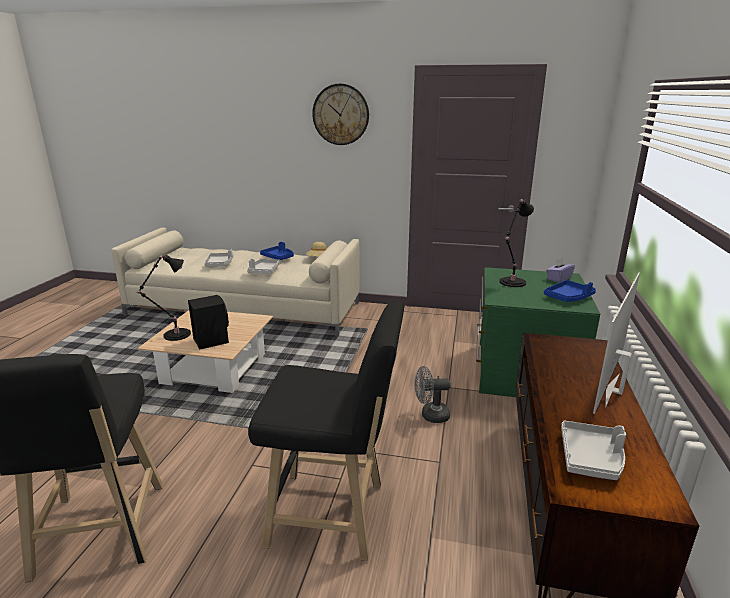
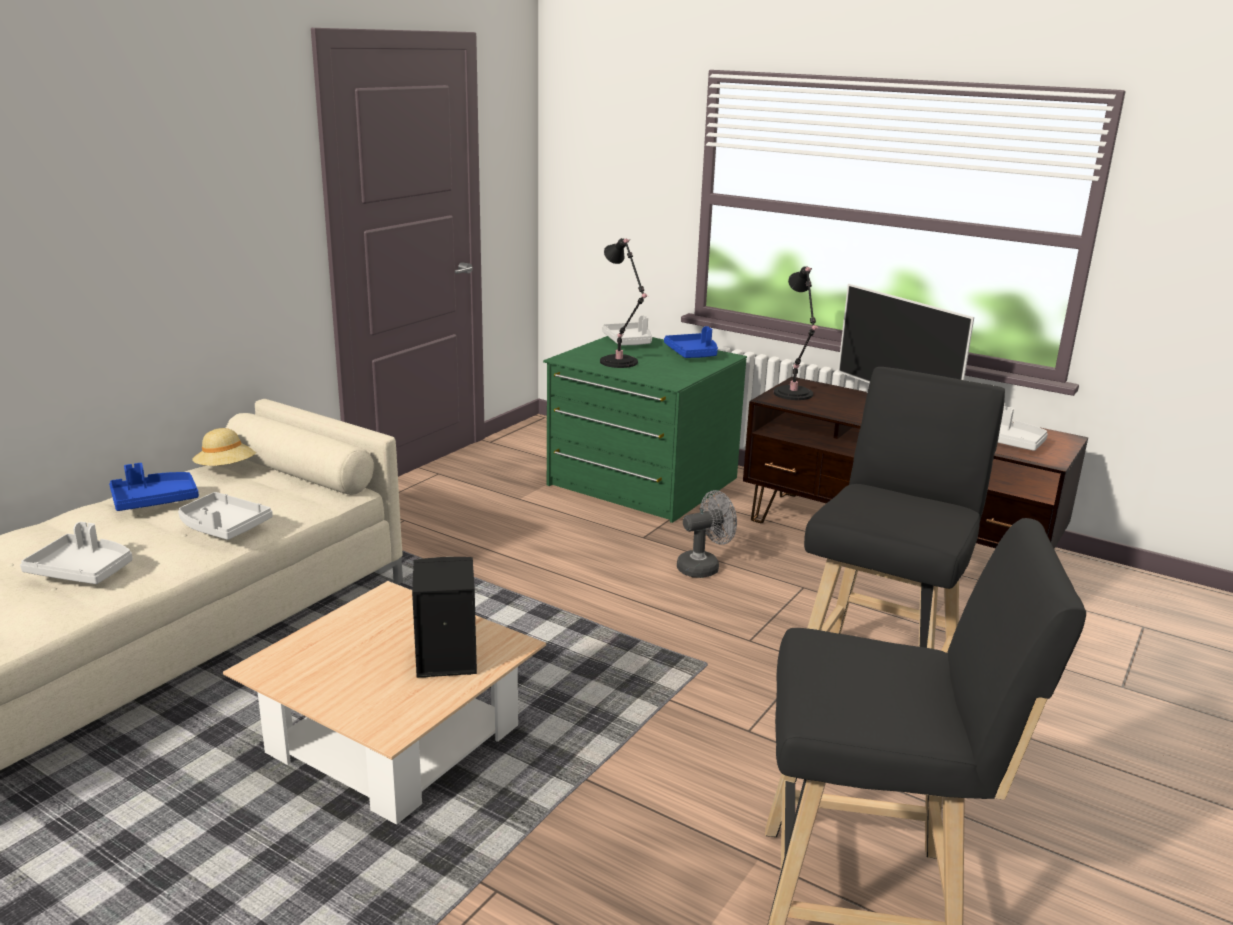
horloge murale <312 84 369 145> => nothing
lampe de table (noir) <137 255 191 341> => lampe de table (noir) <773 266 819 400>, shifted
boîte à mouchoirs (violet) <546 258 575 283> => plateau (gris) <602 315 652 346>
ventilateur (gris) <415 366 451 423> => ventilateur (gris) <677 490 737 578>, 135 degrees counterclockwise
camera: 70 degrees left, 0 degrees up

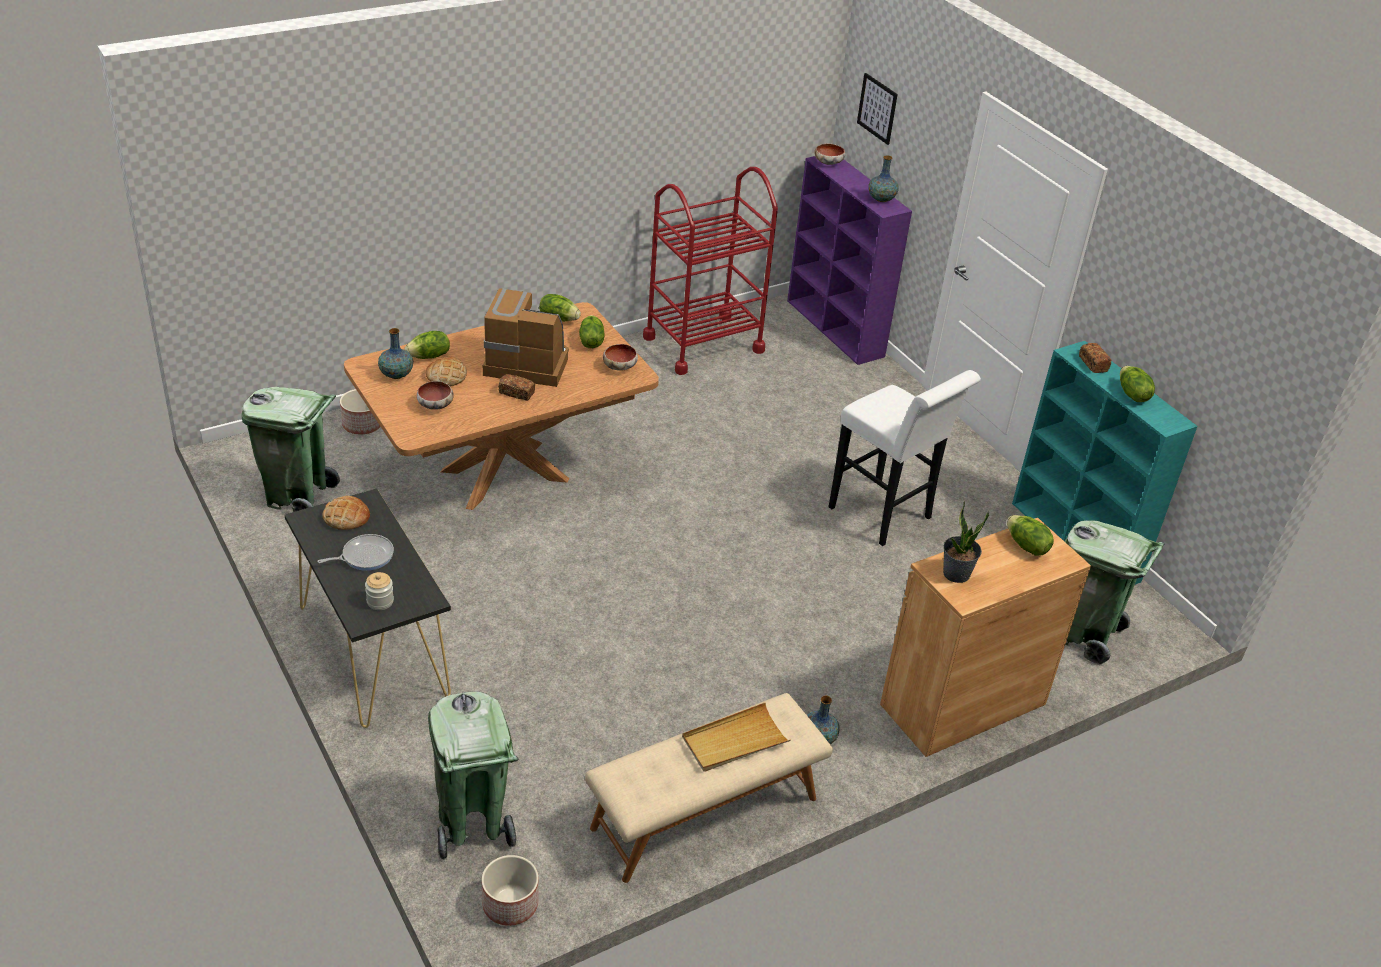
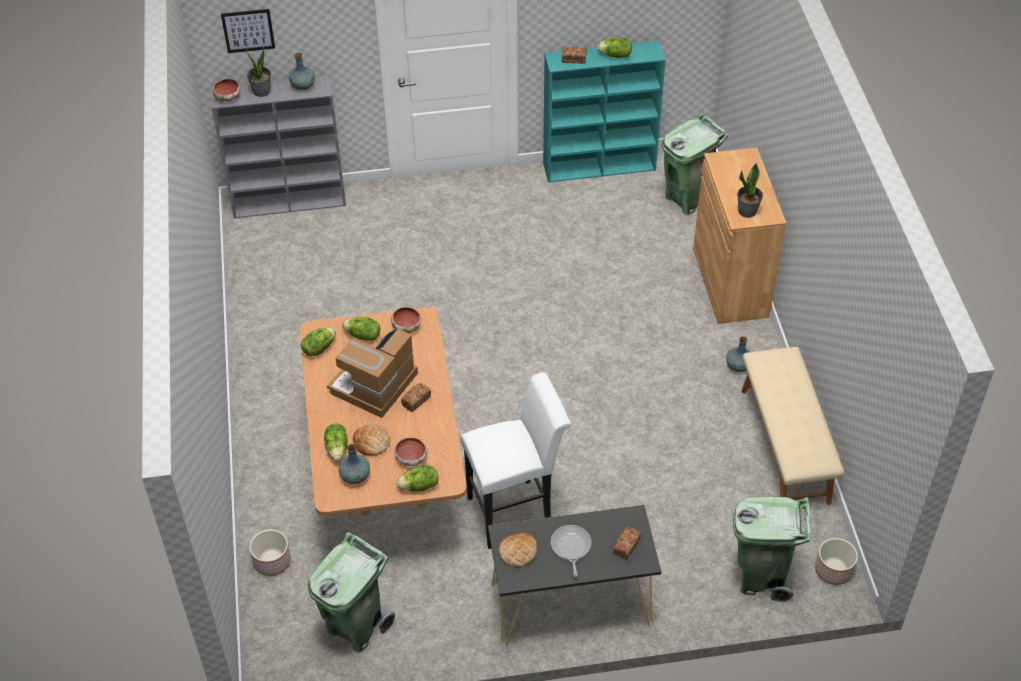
chariot (rouge) <643 167 778 375> => nothing
plateau (beige) <682 703 791 772> => nothing
nothing => plante en pot <246 45 271 97>
tabouret (blanc) <829 370 981 546> => tabouret (blanc) <461 372 571 549>, shifted
laitue <1007 515 1054 556> => laitue <396 465 439 491>, shifted
bocal <365 572 394 610> => pain <613 527 641 560>
bibliothèque (violet) <787 156 912 365> => bibliothèque (gris) <211 76 346 218>
camera: 65 degrees left, 10 degrees up

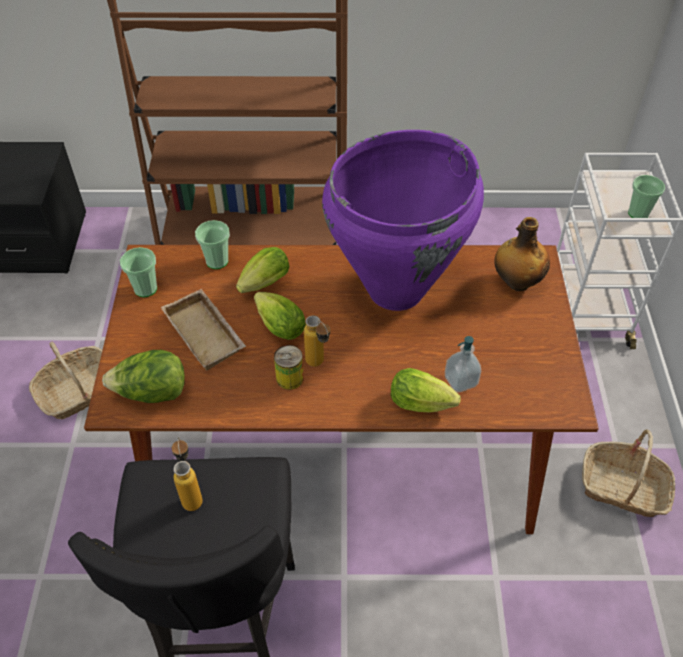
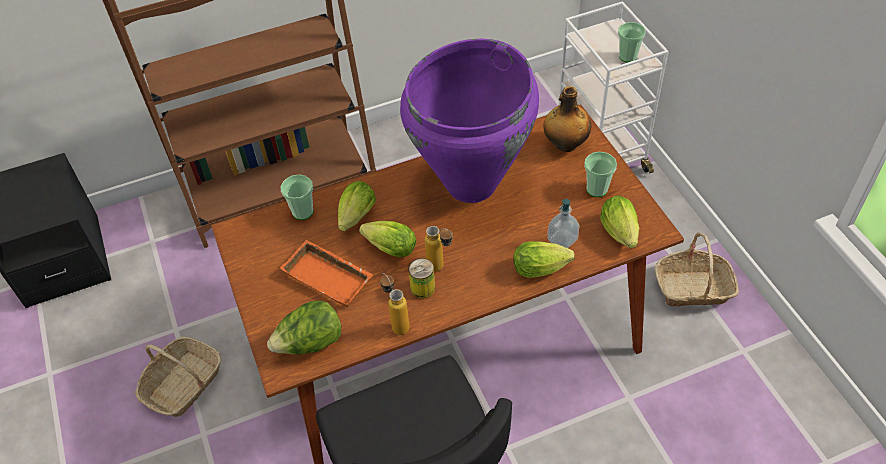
nothing => laitue <600 196 639 248>
tasse <120 247 157 297> => tasse <584 152 617 197>, shifted
bouteille <172 437 203 511> => bouteille <380 273 410 335>, shifted
plateau (beige) <161 289 246 370> => plateau (orange) <280 240 373 307>
camera: 20 degrees left, 0 degrees up

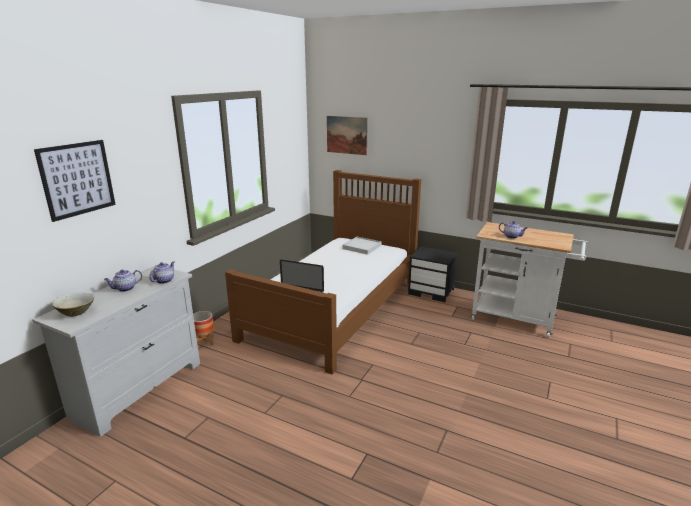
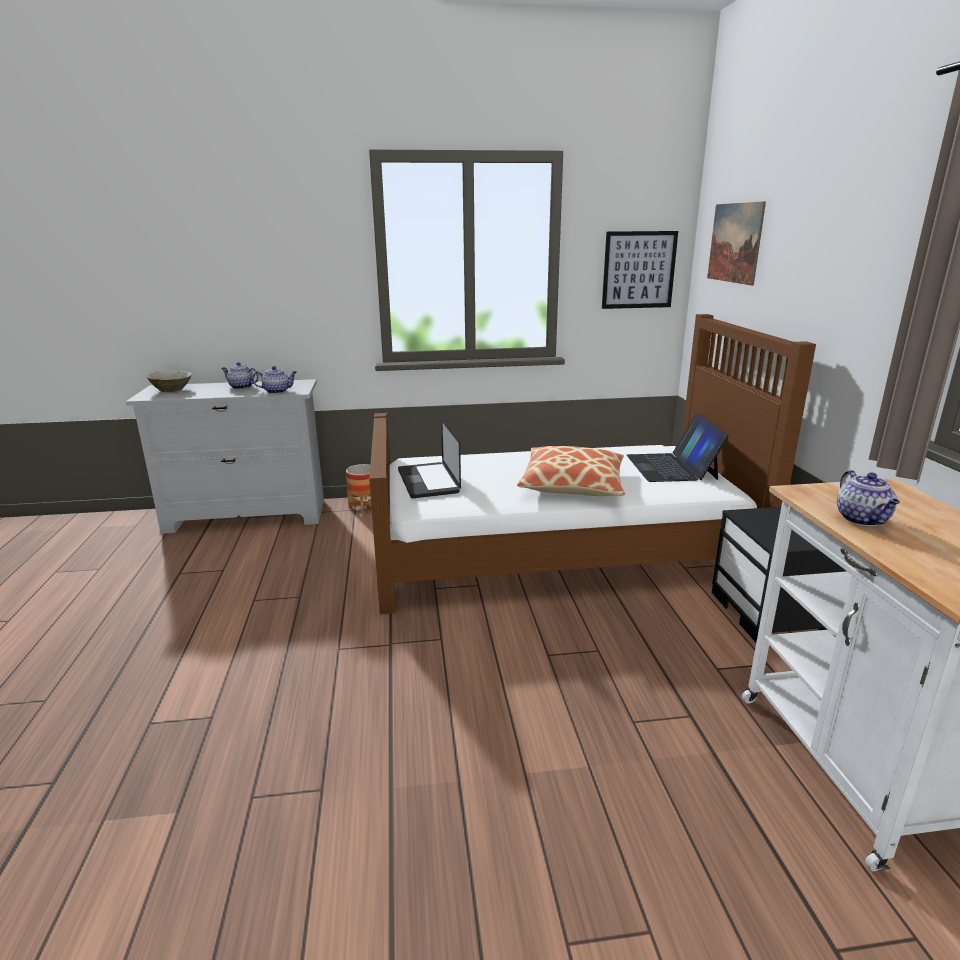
nothing => coussin <517 446 625 496>
tableau <34 140 116 222> => tableau <602 231 678 309>, shifted
plateau (blanc) <342 237 381 255> => ordinateur portable <627 413 729 482>
camera: 55 degrees right, 0 degrees up

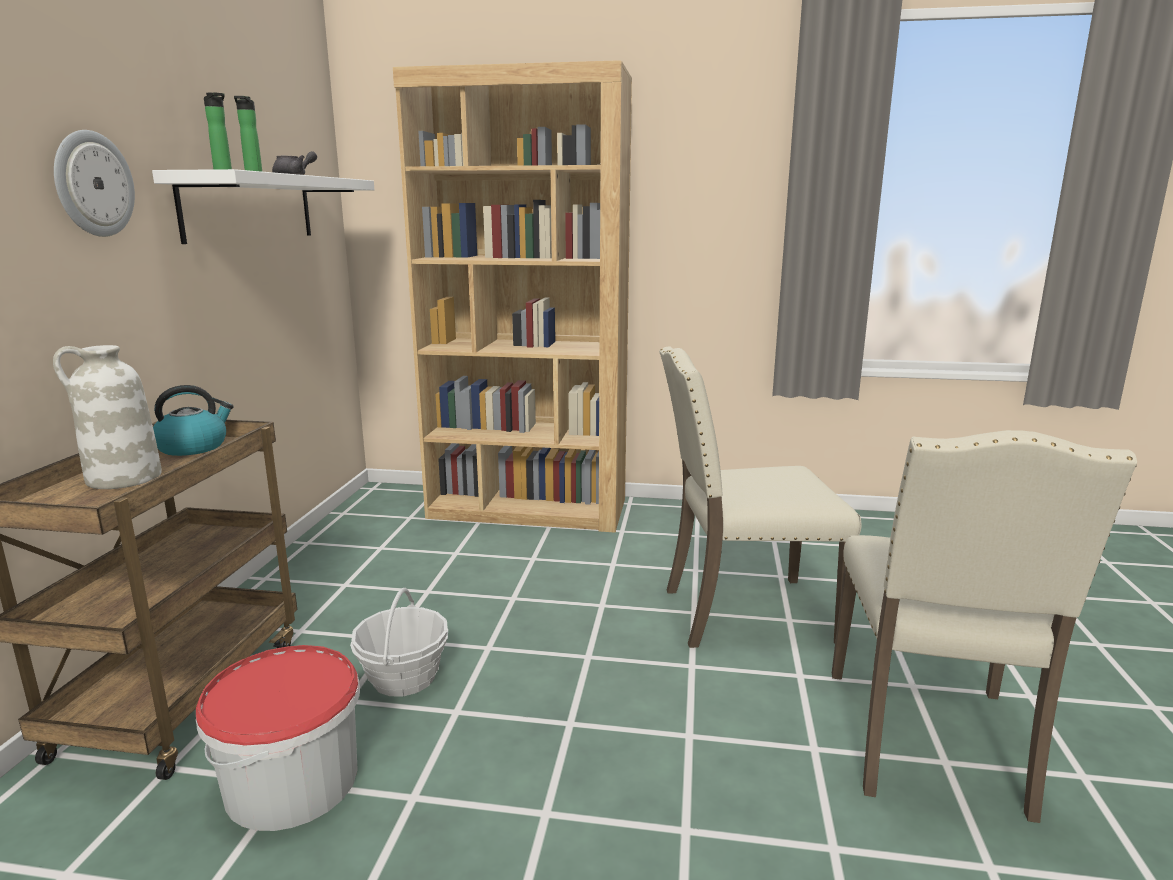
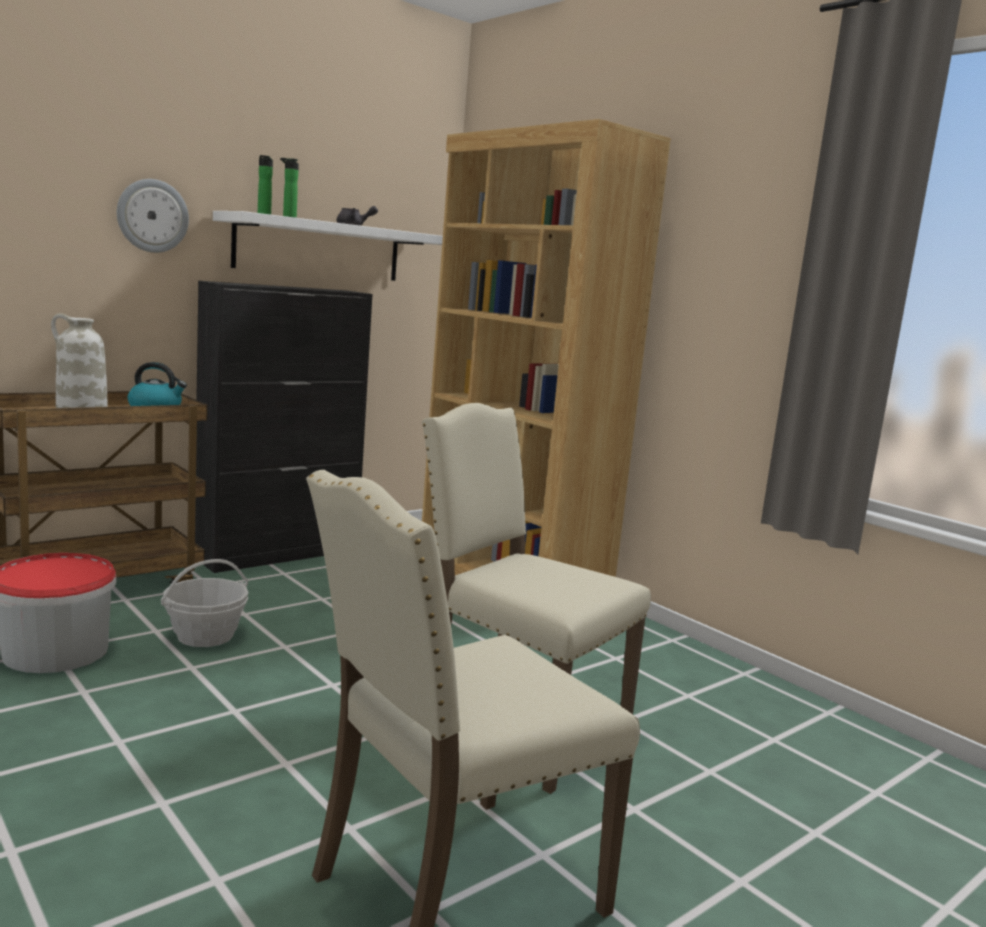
nothing => meuble de rangement (noir) <195 281 373 573>
camera: 40 degrees right, 5 degrees down

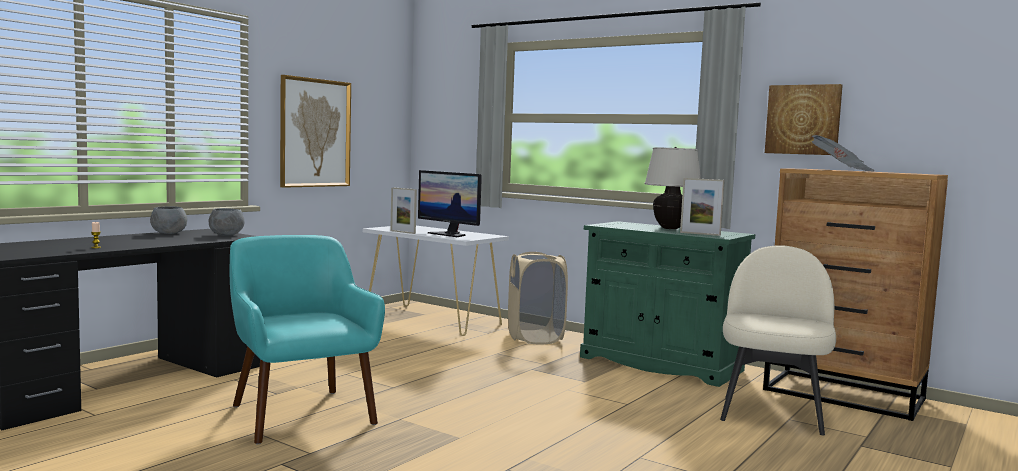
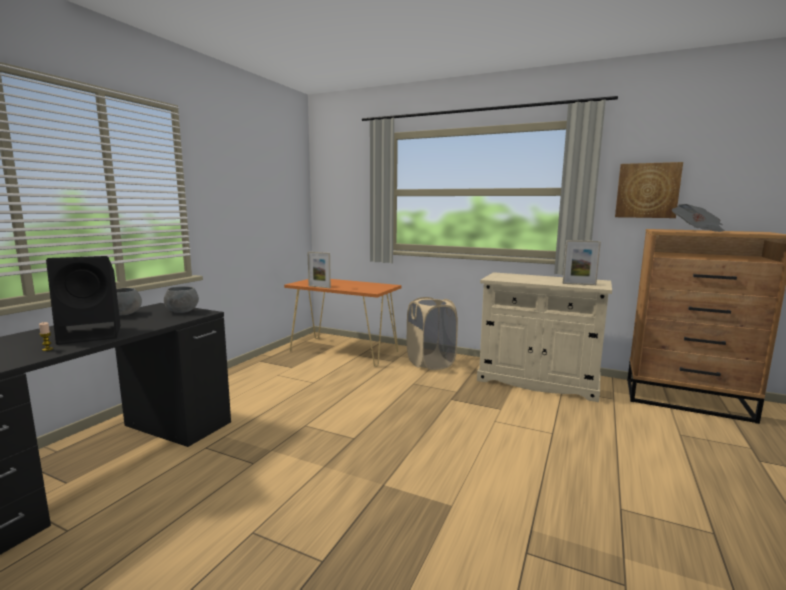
fauteuil (turquoise) <230 235 385 444> => nothing
tableau <280 75 351 188> => nothing
écran d'ordinateur <418 170 482 237> => nothing
lampe de table (beige) <644 147 701 229> => nothing
chaise (beige) <720 245 836 435> => nothing
nothing => enceinte (noir) <46 256 121 345>
table console (blanc) <363 226 509 336> => table console (orange) <284 279 401 367>
meuble de rangement (vert) <580 221 755 387> => meuble de rangement (beige) <477 272 612 402>
camera: 10 degrees left, 5 degrees up

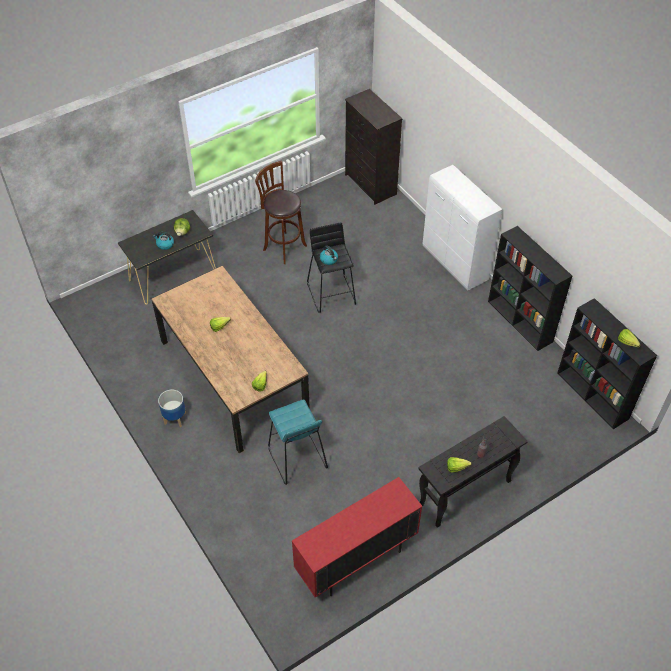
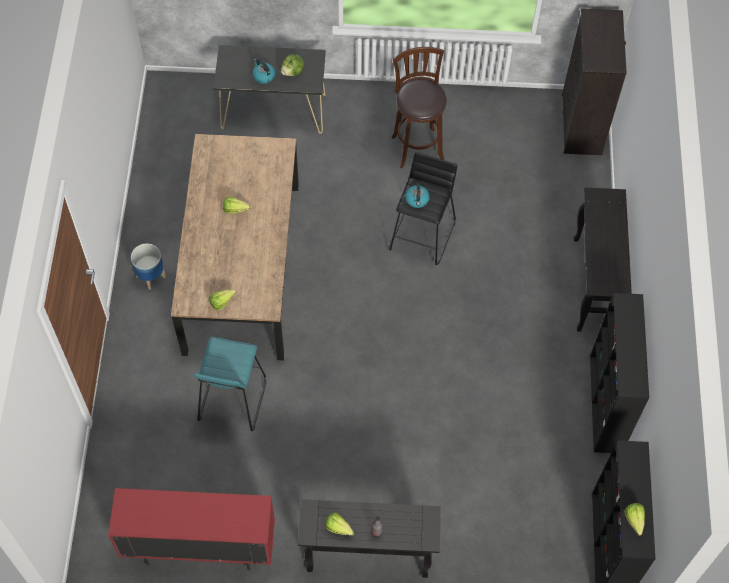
meuble de rangement (blanc) <423 165 502 291> => table console (noir) <574 188 632 332>
camera: 35 degrees right, 10 degrees up

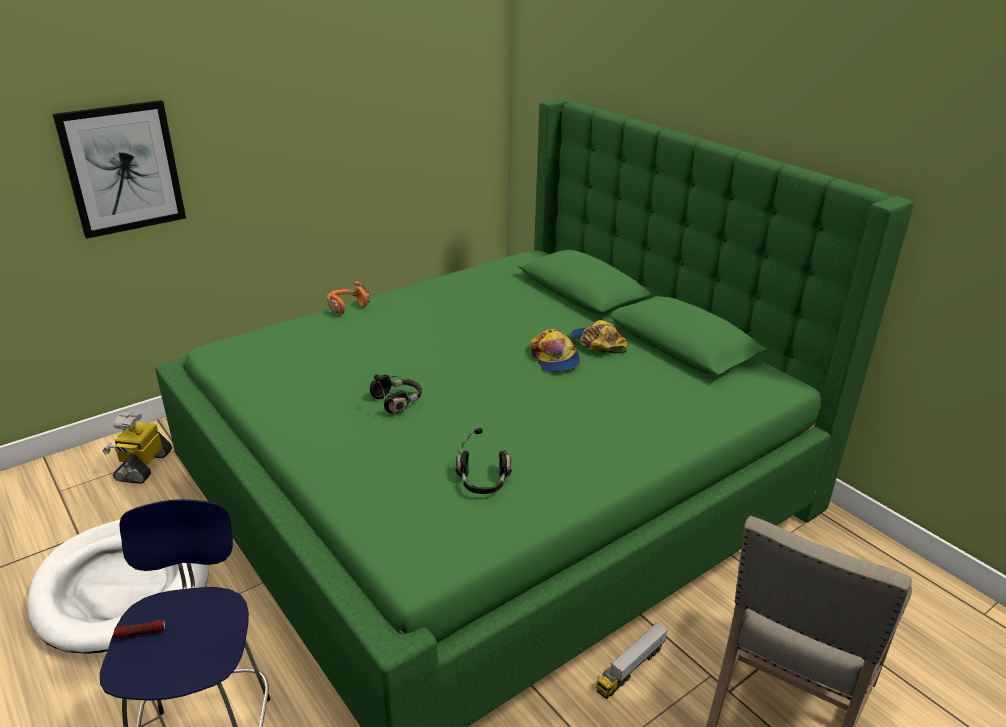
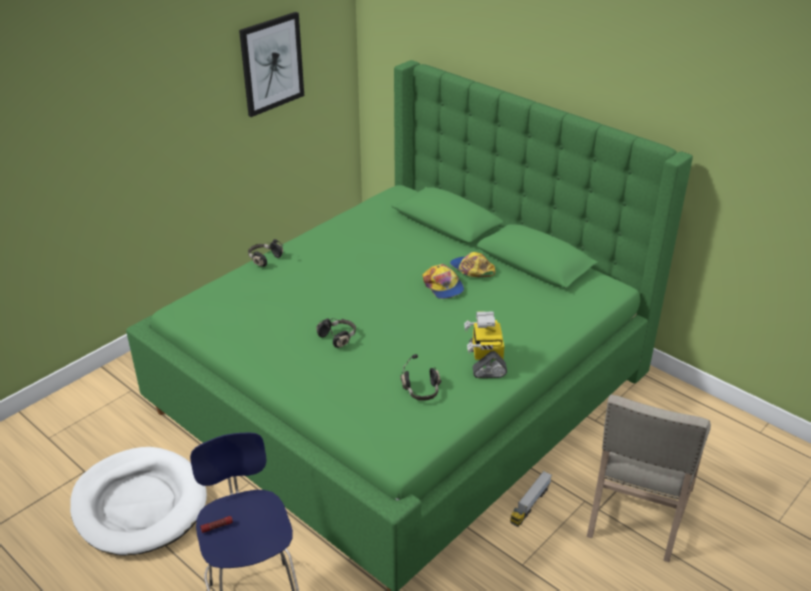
tableau <53 100 186 239> => tableau <239 12 304 117>, shifted
robot jouet <102 412 172 484> => robot jouet <464 311 507 378>, shifted
casque audio (orange) <327 281 370 314> => casque audio (noir) <248 239 283 267>
camera: 10 degrees left, 5 degrees up

